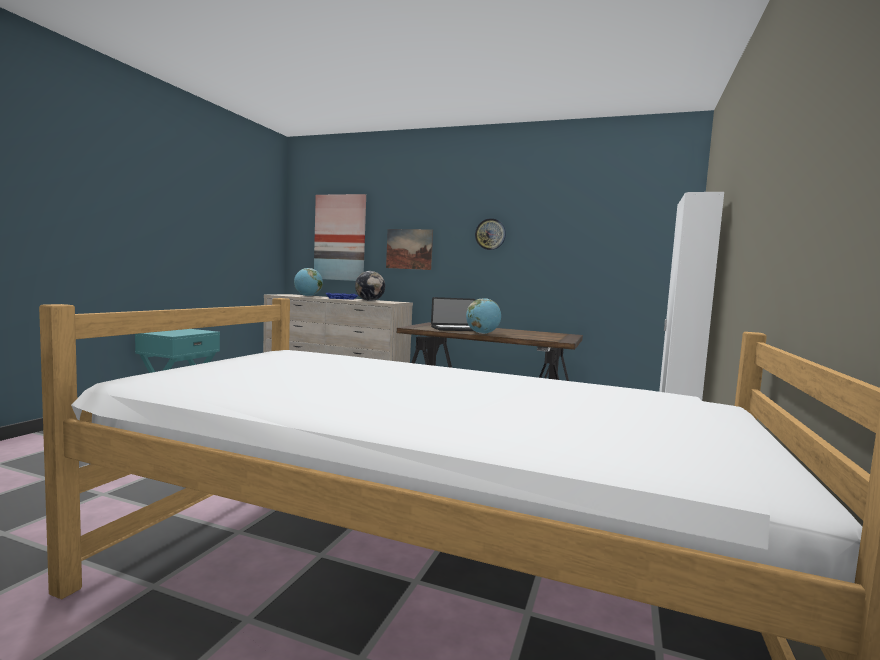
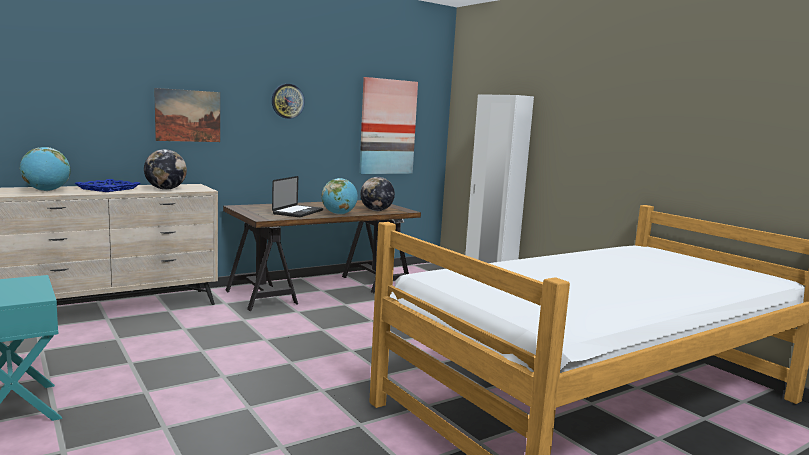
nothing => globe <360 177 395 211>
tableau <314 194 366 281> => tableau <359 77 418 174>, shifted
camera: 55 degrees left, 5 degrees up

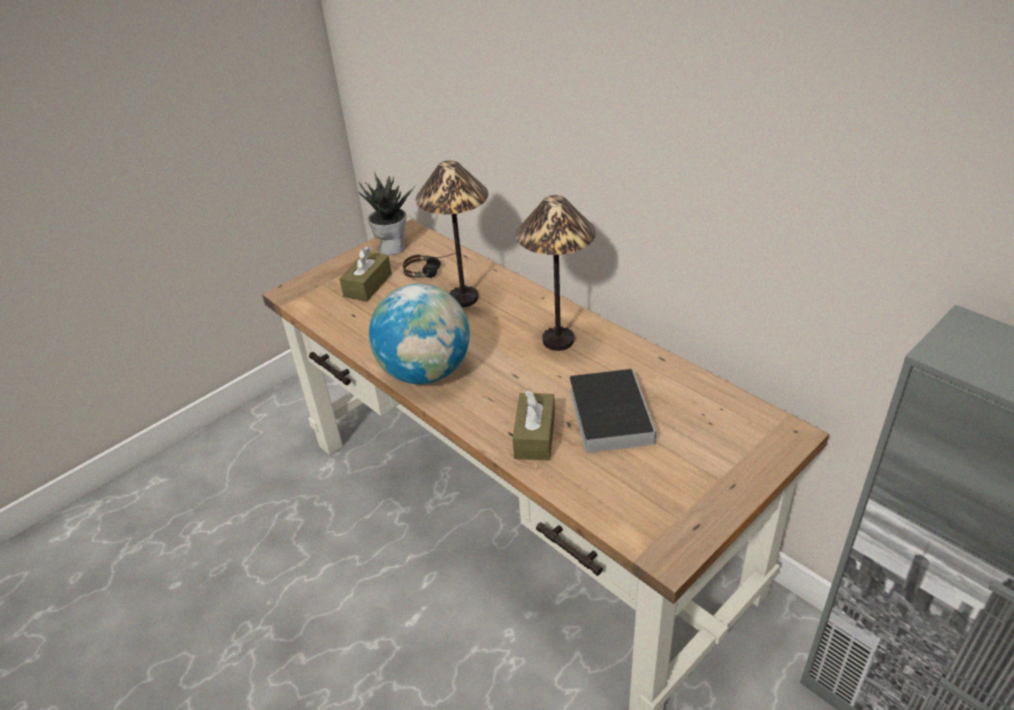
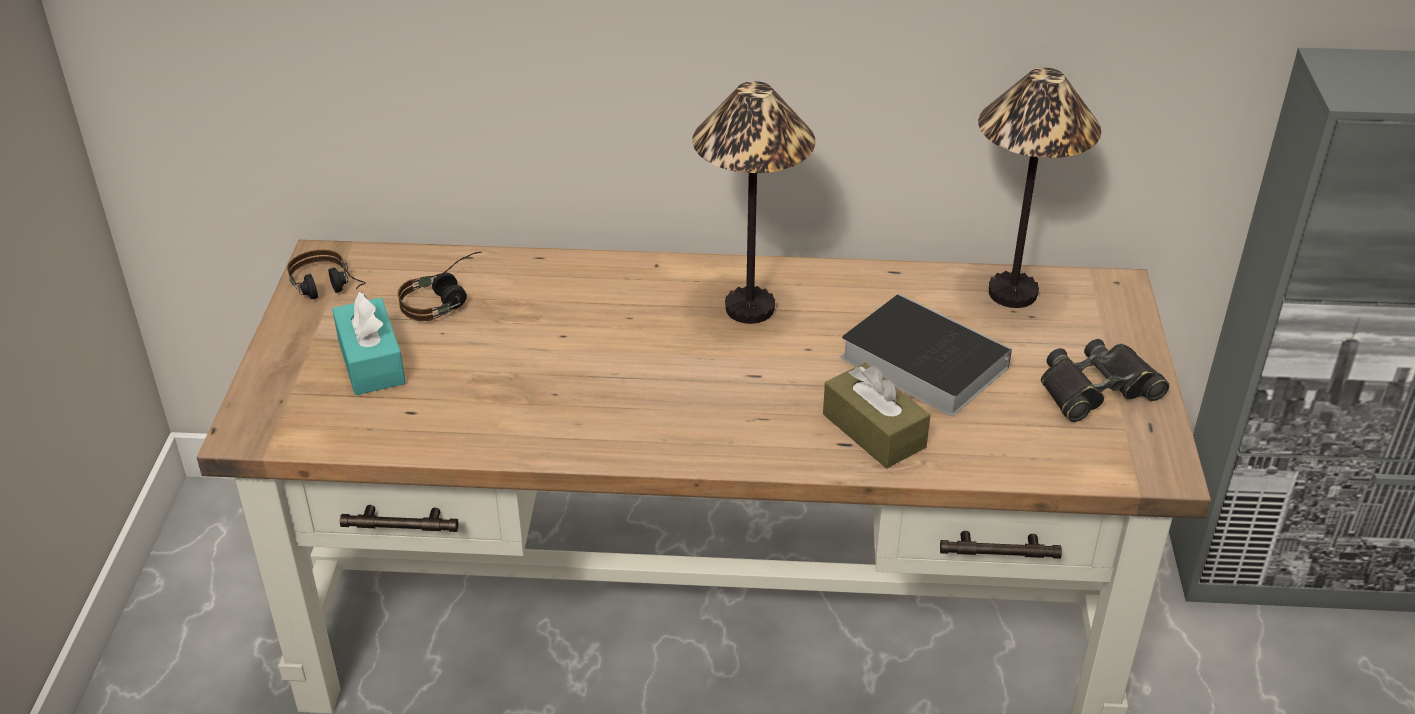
globe <369 284 470 384> => nothing
nothing => jumelles (noir) <1041 339 1169 422>
lampe de table <416 160 489 307> => lampe de table <978 68 1101 308>, shifted
plante en pot <357 173 415 255> => casque audio <287 250 366 299>
boîte à mouchoirs (marron) <339 246 392 302> => boîte à mouchoirs (turquoise) <332 292 406 395>
camera: 45 degrees left, 0 degrees up

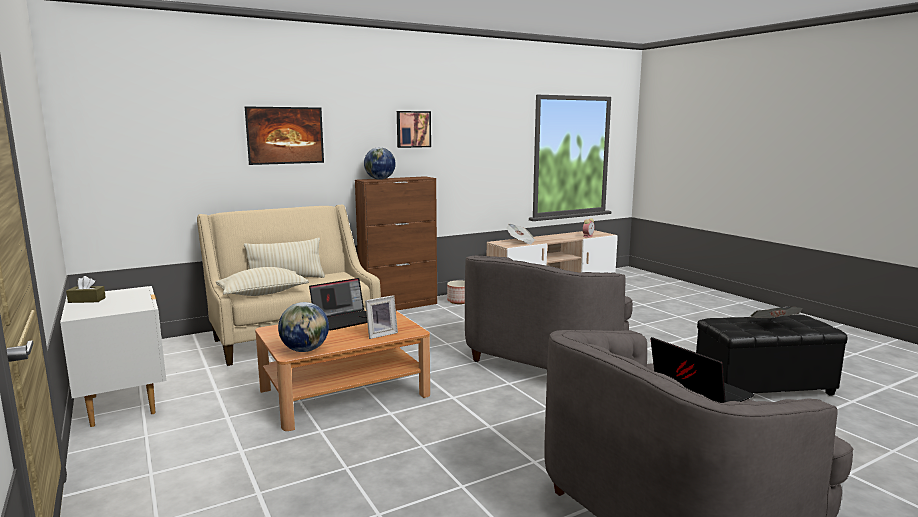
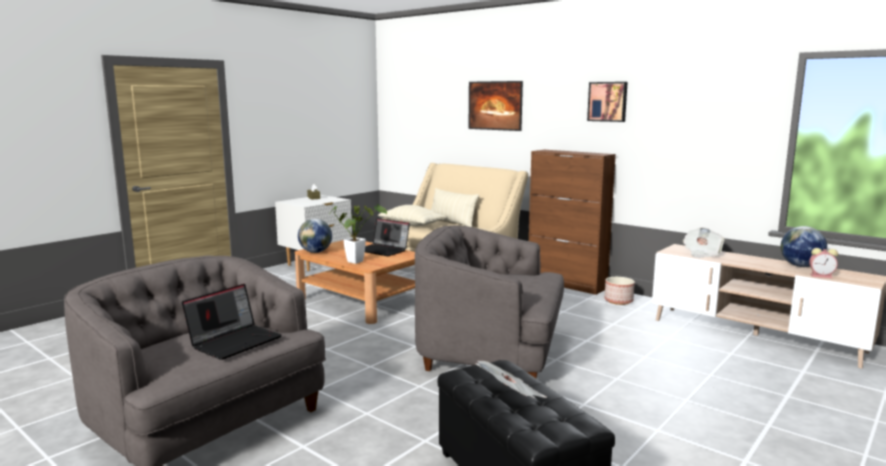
globe <364 147 396 180> => globe <781 226 827 267>, shifted
cadre photo <365 295 398 339> => plante en pot <329 204 387 264>
camera: 70 degrees right, 0 degrees up

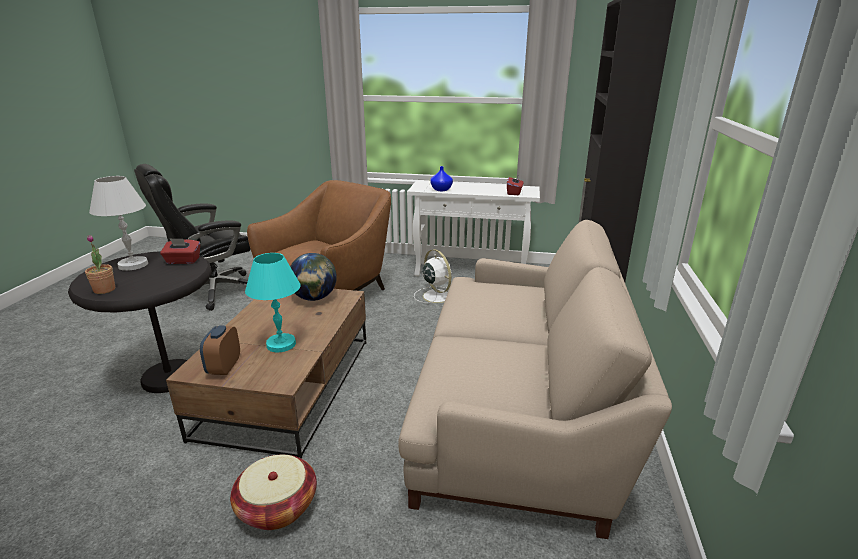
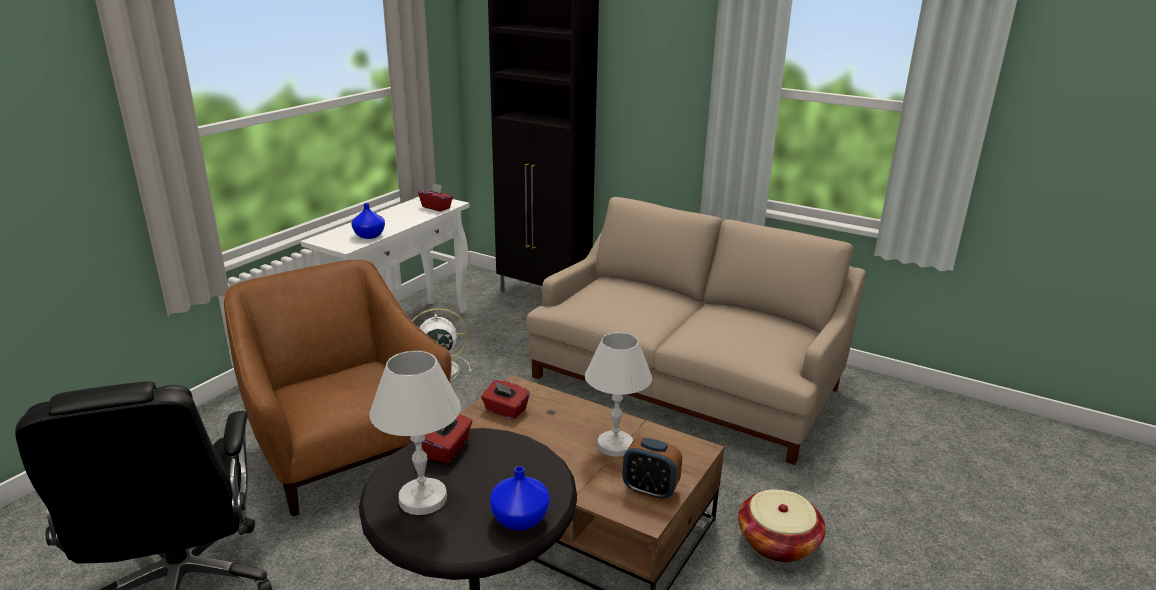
plante en pot <85 235 115 294> => vase (bleu) <490 466 550 531>
globe <290 253 337 301> => boîte à mouchoirs (rouge) <481 380 530 419>
lampe de table (turquoise) <245 253 301 352> => lampe de table (blanc) <585 332 652 457>
camera: 70 degrees left, 0 degrees up

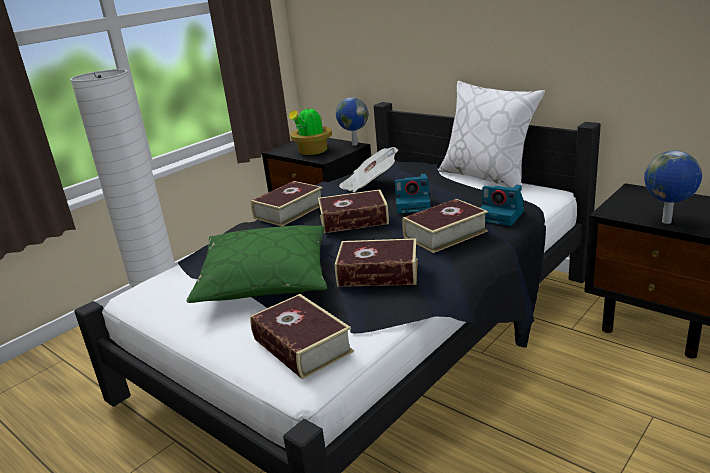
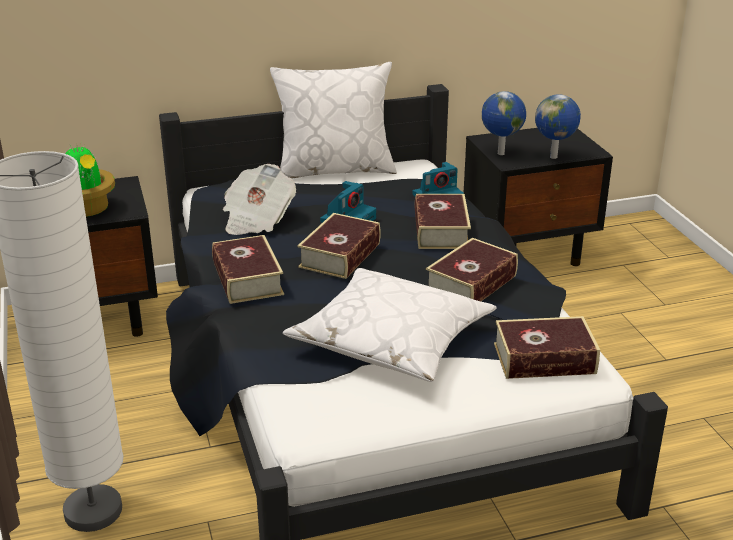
globe <336 97 368 146> => globe <482 91 526 155>, shifted
coussin (vert) <187 225 327 303> => coussin (blanc) <283 268 497 382>
camera: 60 degrees left, 5 degrees up

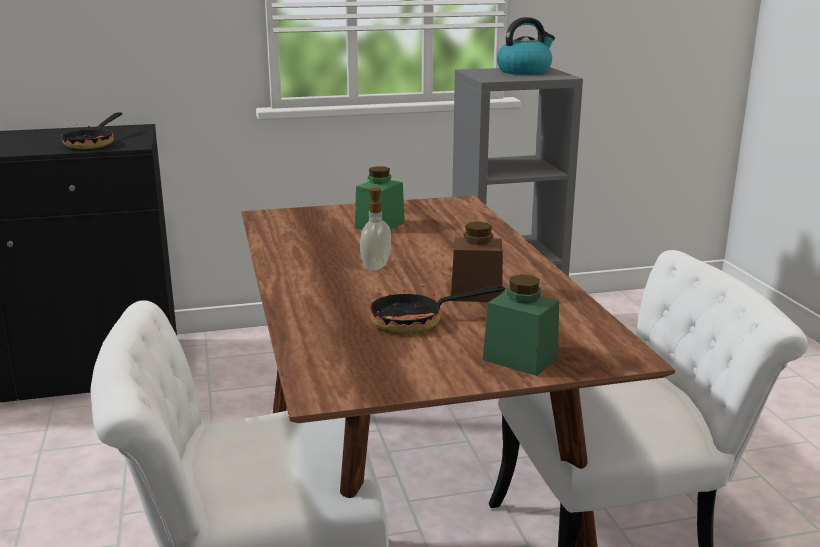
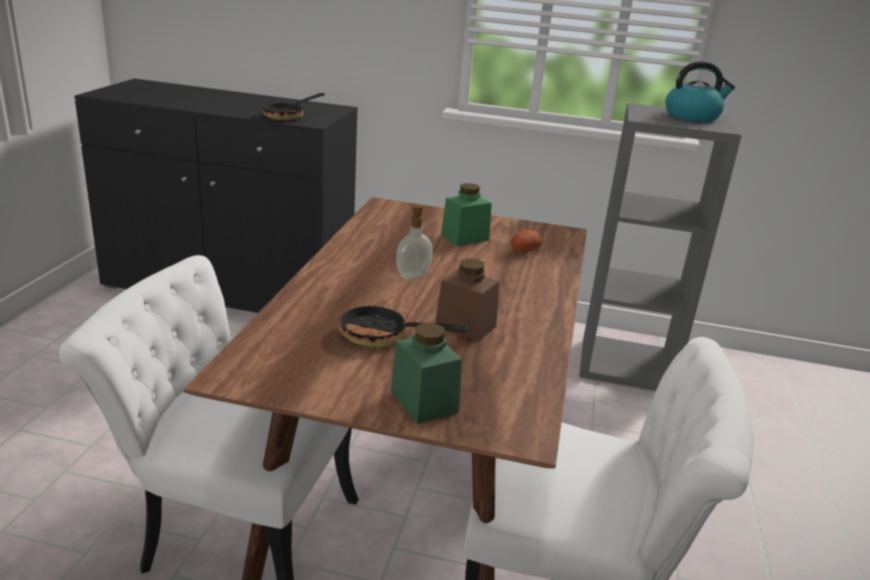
nothing => pomme de terre <511 230 543 254>
camera: 25 degrees right, 5 degrees up

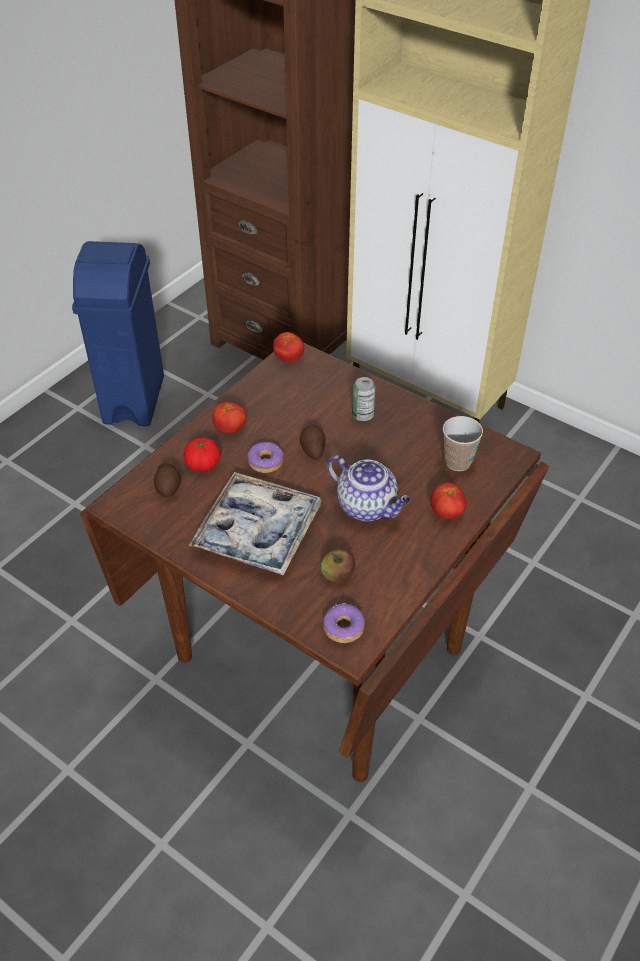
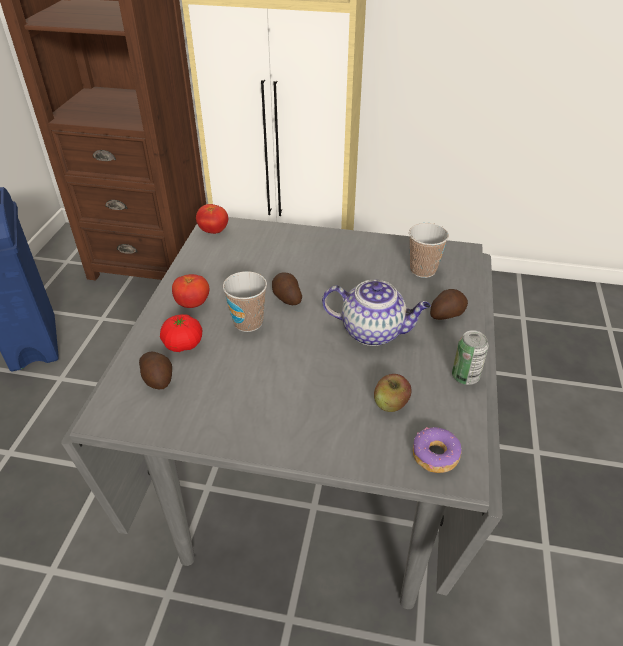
plateau <189 472 322 576> => nothing
boîte métallique <352 377 376 421> => boîte métallique <452 330 488 385>, shifted
beignet <248 442 284 473> => tasse <223 271 267 332>
tomate <431 483 467 519> => pomme de terre <430 289 468 320>
table à manger (marron) <80 343 549 782> => table à manger (gris) <61 217 503 609>
camera: 25 degrees left, 5 degrees down

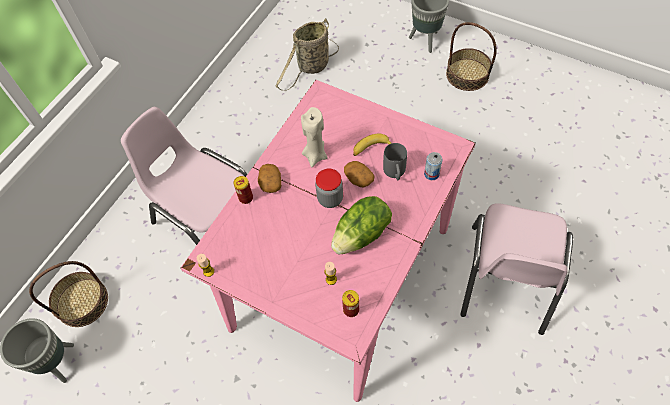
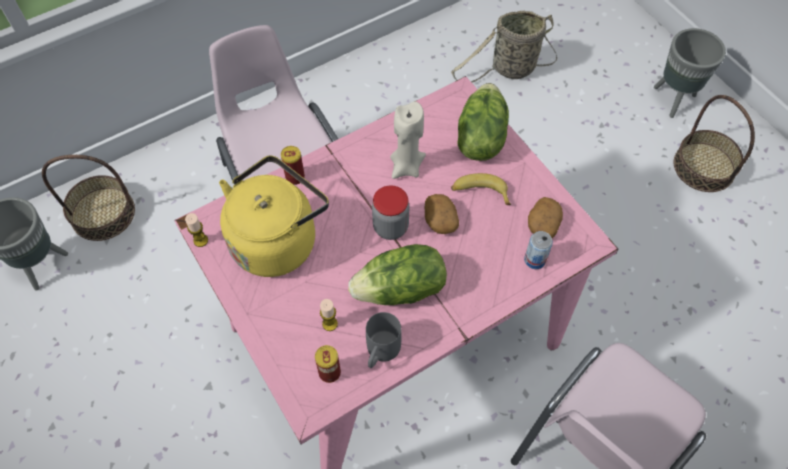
nothing => bouilloire (jaune) <219 156 329 277>
nothing => laitue <457 83 509 161>
pomme de terre <258 164 281 193> => pomme de terre <528 197 563 238>, shifted
mug (gris) <383 143 407 180> => mug (gris) <366 312 402 368>, shifted
camera: 25 degrees right, 0 degrees up

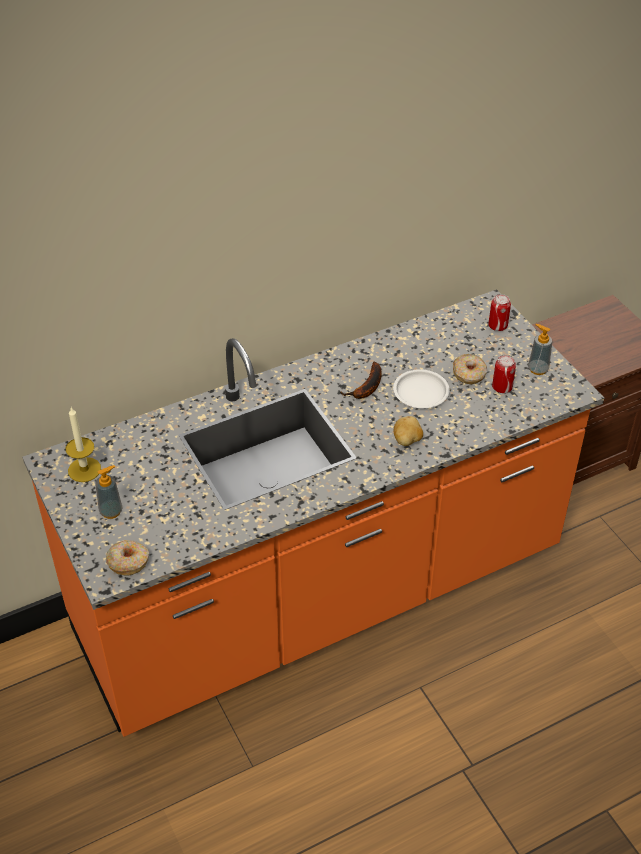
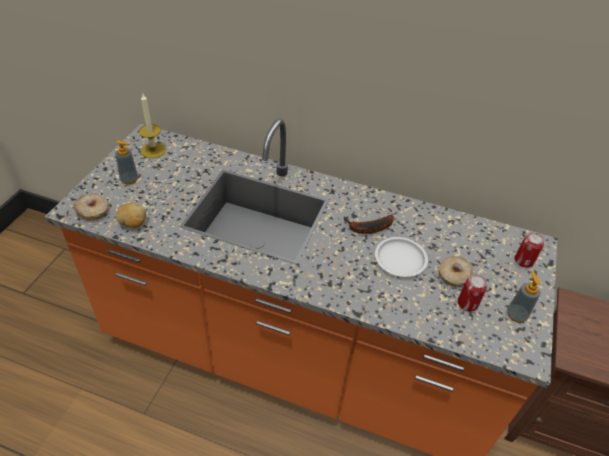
pomme de terre <394 416 423 446> => pomme de terre <116 203 146 228>, shifted
camera: 45 degrees right, 0 degrees up

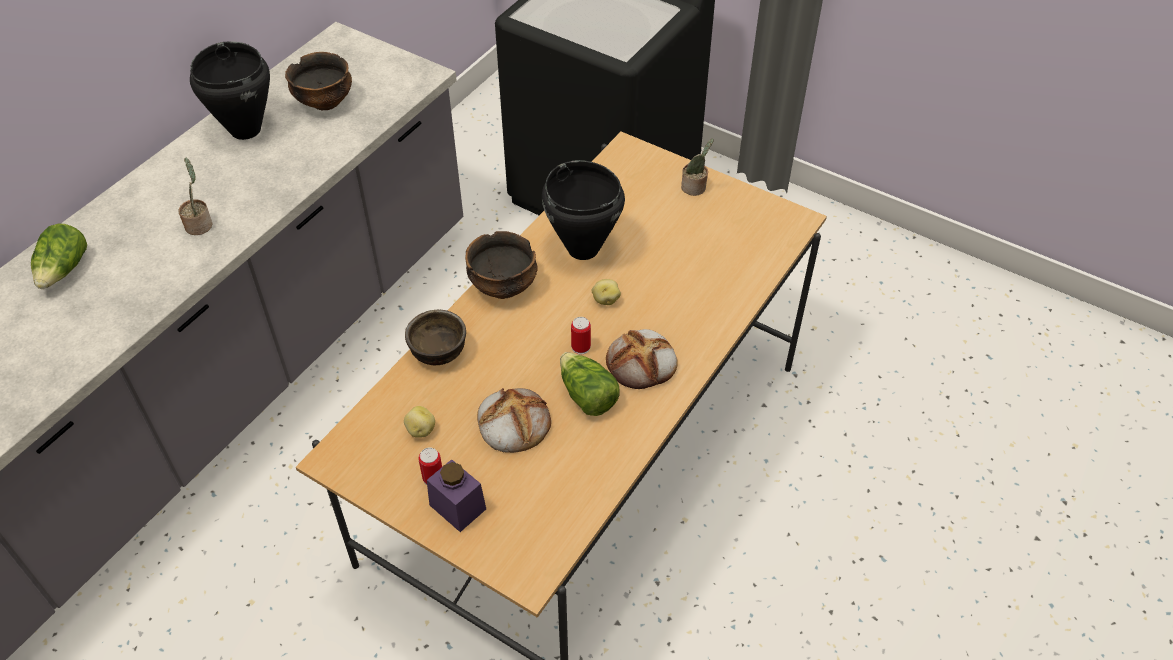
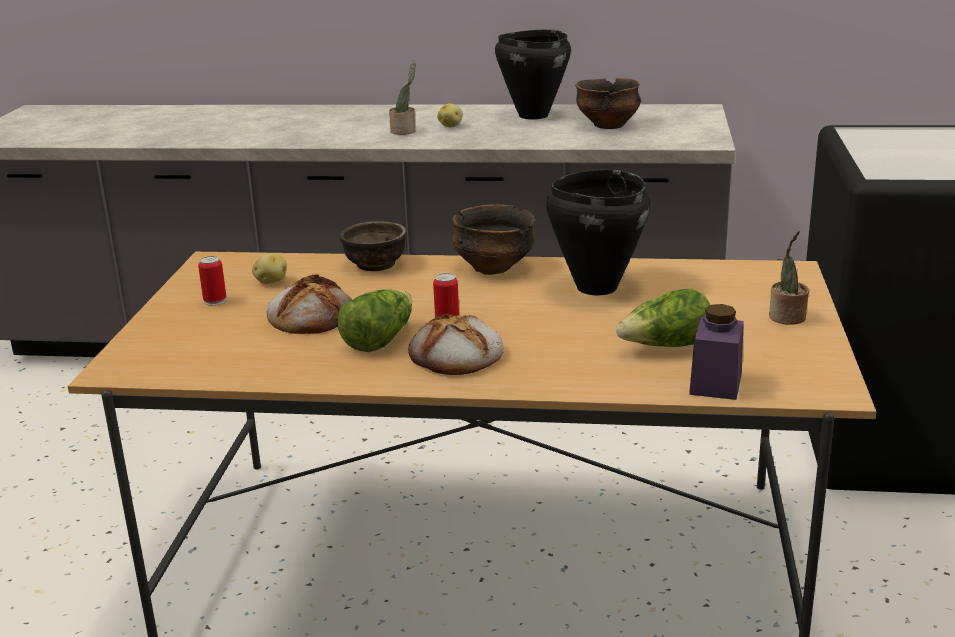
laitue <31 223 87 289> => laitue <616 289 710 347>, shifted
bocal (violet) <427 459 486 532> => bocal (violet) <689 304 744 400>, shifted
pomme de terre <591 279 621 305> => pomme de terre <437 104 463 127>, shifted
camera: 65 degrees right, 25 degrees down

